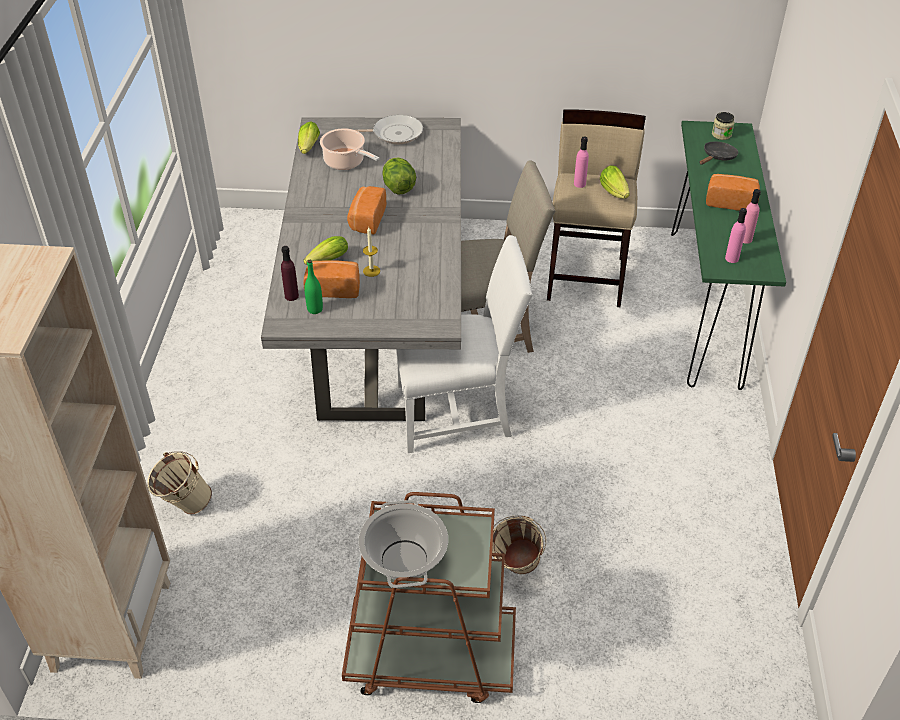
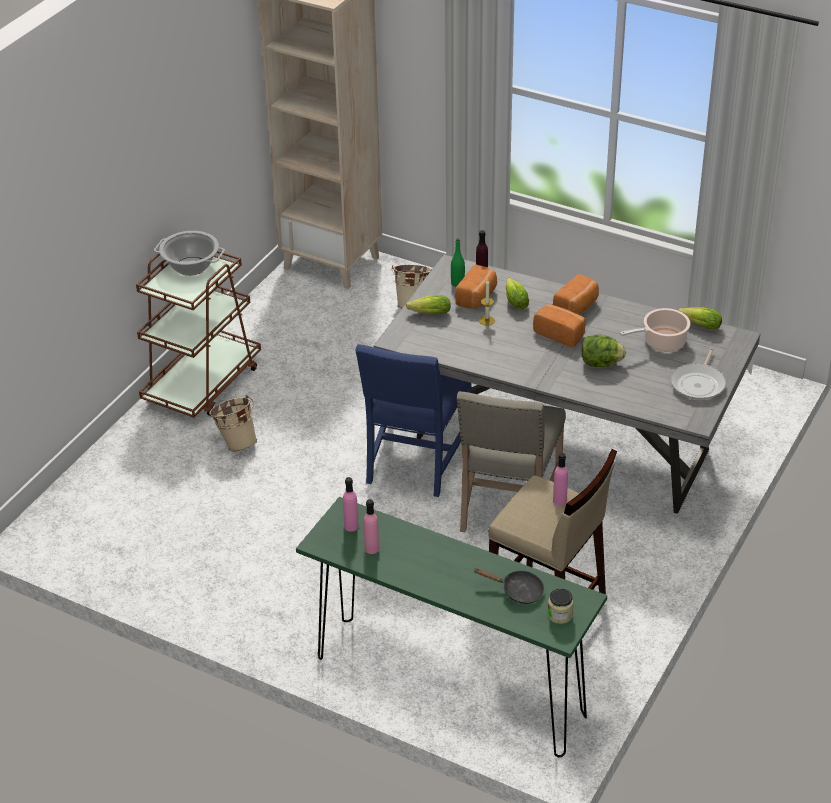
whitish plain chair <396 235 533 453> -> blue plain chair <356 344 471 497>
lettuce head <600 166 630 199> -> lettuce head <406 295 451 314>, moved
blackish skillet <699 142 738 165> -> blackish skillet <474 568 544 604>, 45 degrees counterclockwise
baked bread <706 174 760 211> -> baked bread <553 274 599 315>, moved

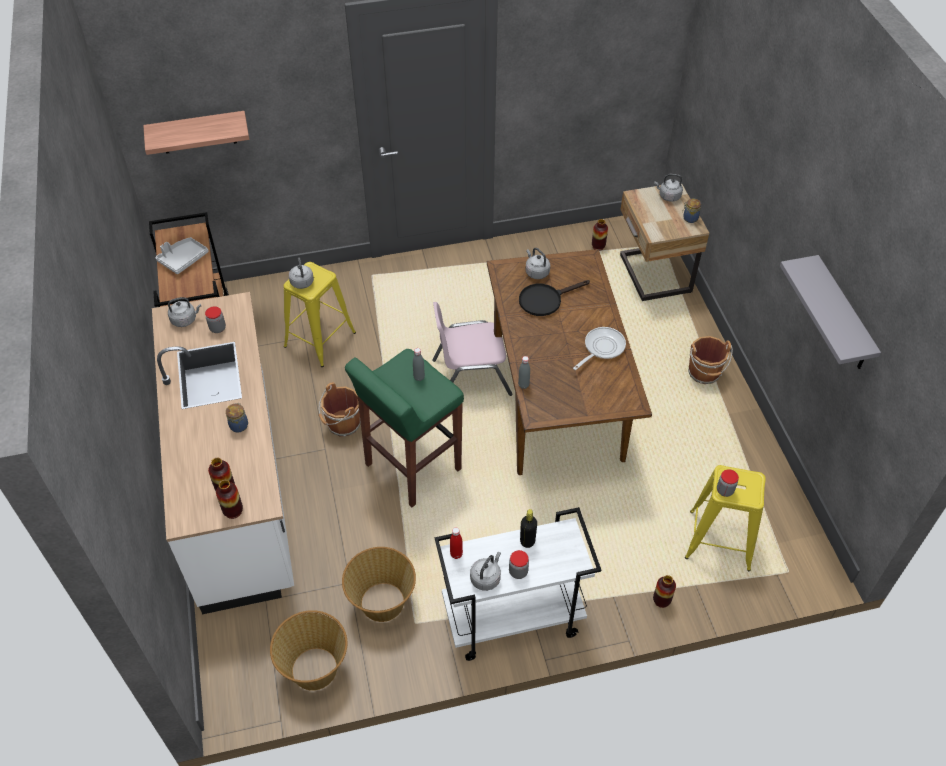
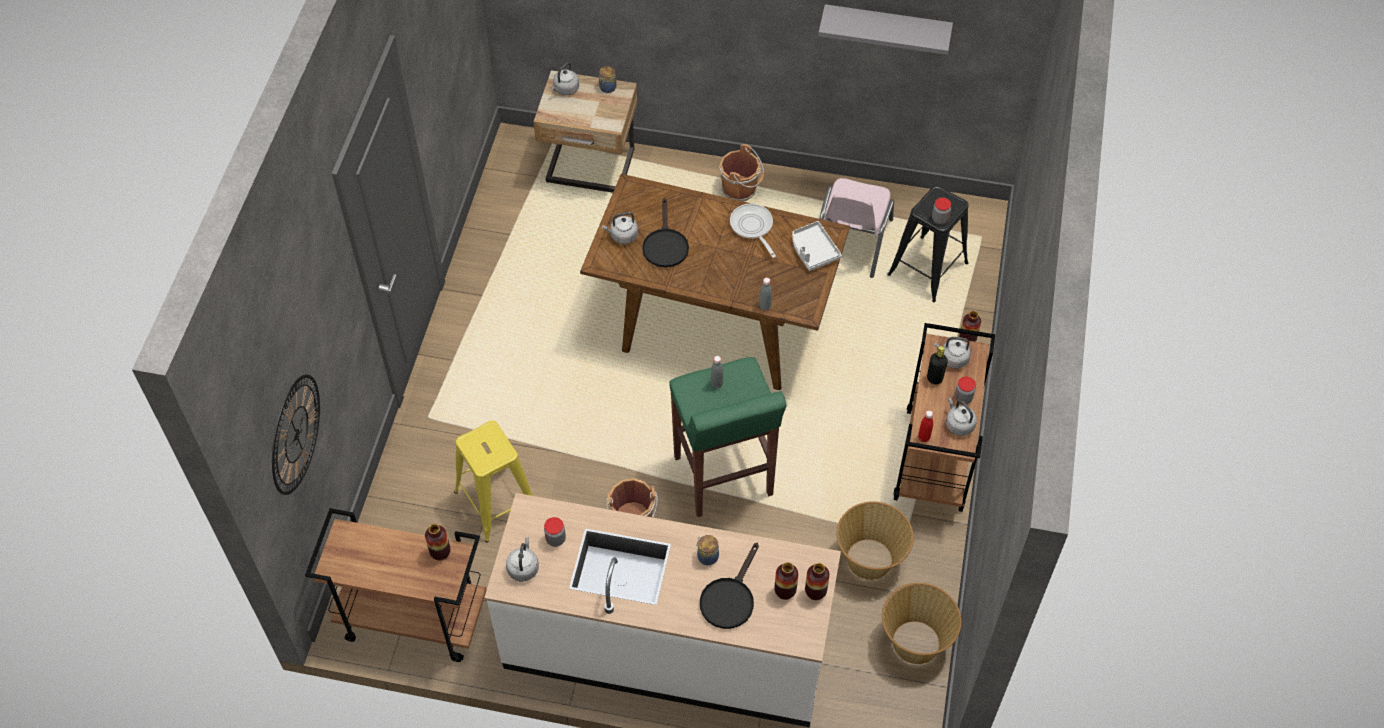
wall shelf <143 111 249 155> -> clock on the wall <272 374 320 495>
gray tray <156 237 209 274> -> gray tray <792 221 842 271>, moved
gray water kettle <289 257 314 289> -> gray water kettle <934 337 971 369>, moved
pink plain chair <432 302 512 396> -> pink plain chair <820 178 894 278>, moved
whitish trolley <435 507 601 661> -> brownish trolley <894 323 995 512>
vase <592 219 608 251> -> vase <425 524 451 561>, moved
yellow-coloured sitting stool <685 465 766 571> -> blackish sitting stool <887 185 968 302>
none -> blackish skillet <700 543 759 629>

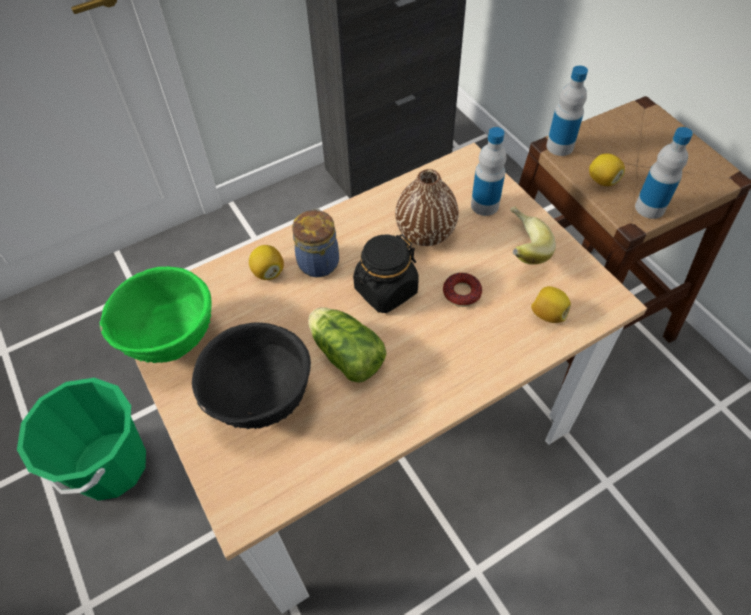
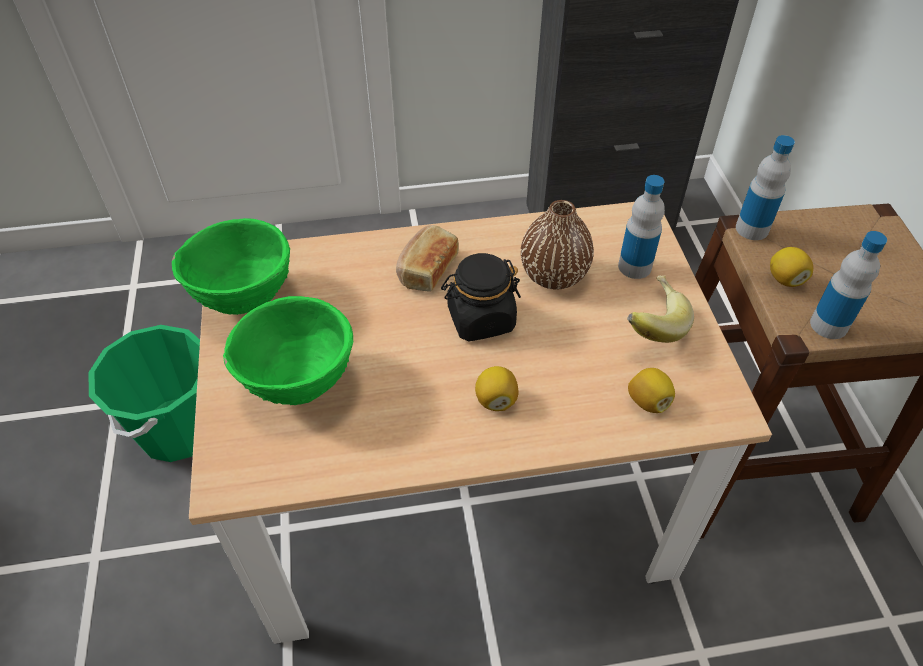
blackish bowl <192 322 311 429> -> green-coloured bowl <223 296 353 405>
lemon <249 245 284 280> -> lemon <475 366 519 411>, moved
jar <292 208 339 277> -> baked bread <396 225 459 292>
lettuce head <308 307 386 383> -> none
ring doughnut <443 273 482 307> -> none

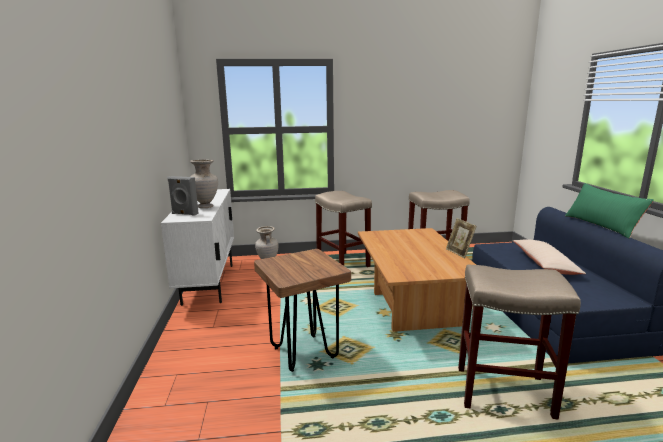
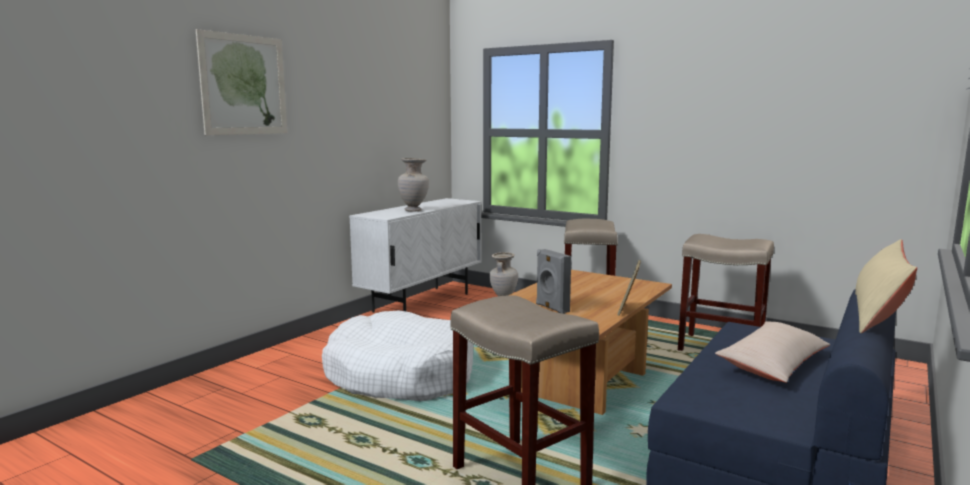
gray speaker <167 176 199 216> -> gray speaker <536 249 571 314>, moved
brownish sitting stool <254 249 351 372> -> whitish dog cushion <322 311 474 401>
green-coloured cushion <565 183 654 239> -> beige cushion <855 239 917 333>
none -> wall picture <196 29 287 136>

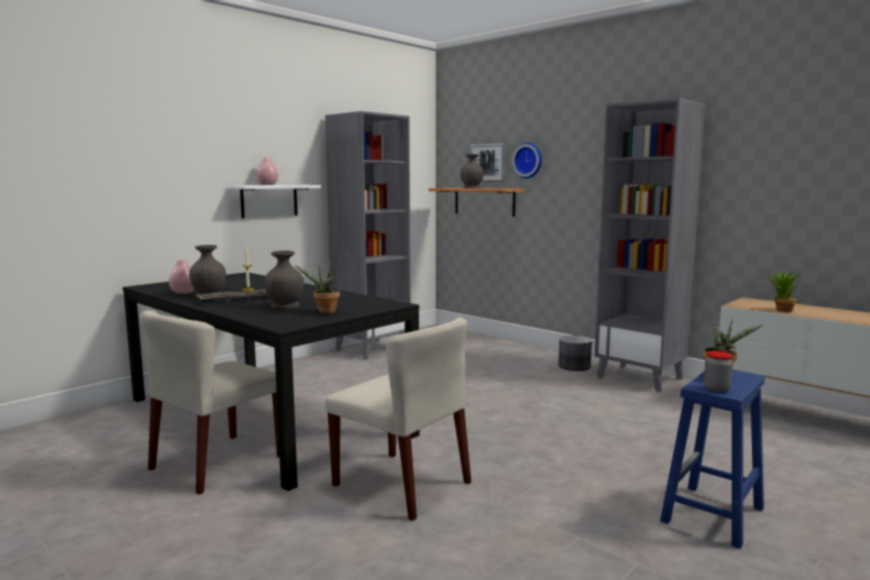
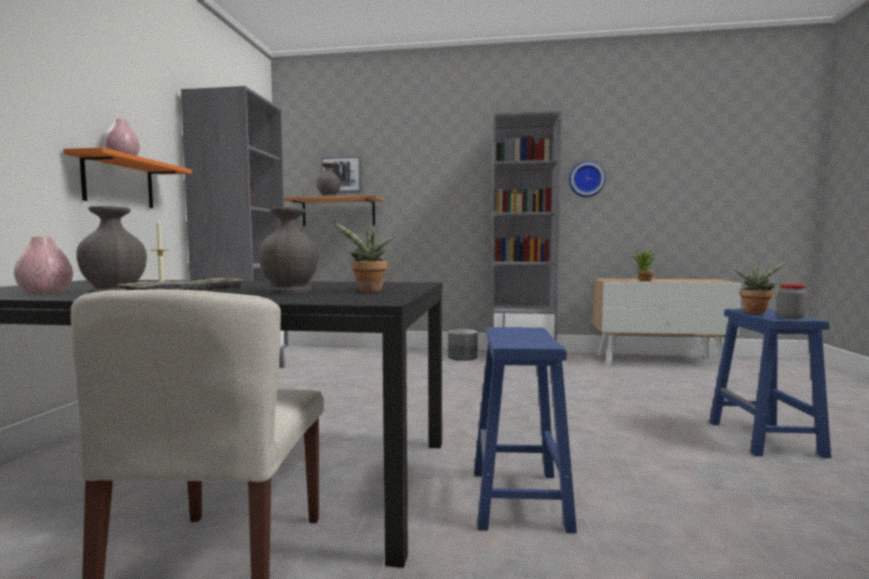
whitish wall shelf <229 185 321 218> -> orangey wall shelf <63 147 192 208>
beige plain chair <325 317 471 521> -> blue sitting stool <474 327 577 533>
clock on the wall <512 143 542 179> -> clock on the wall <569 161 605 197>, moved

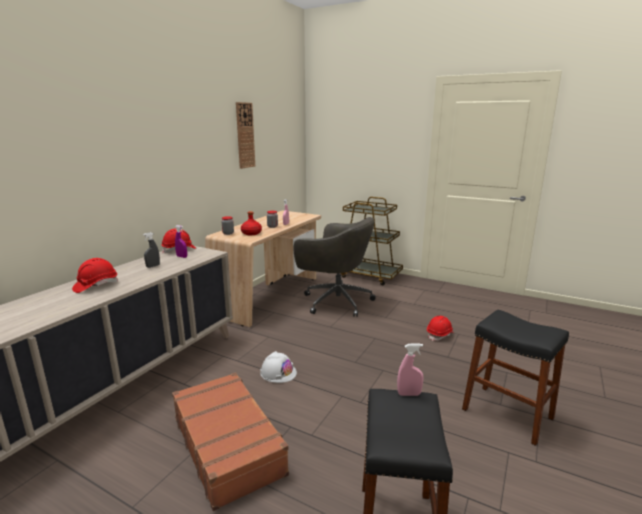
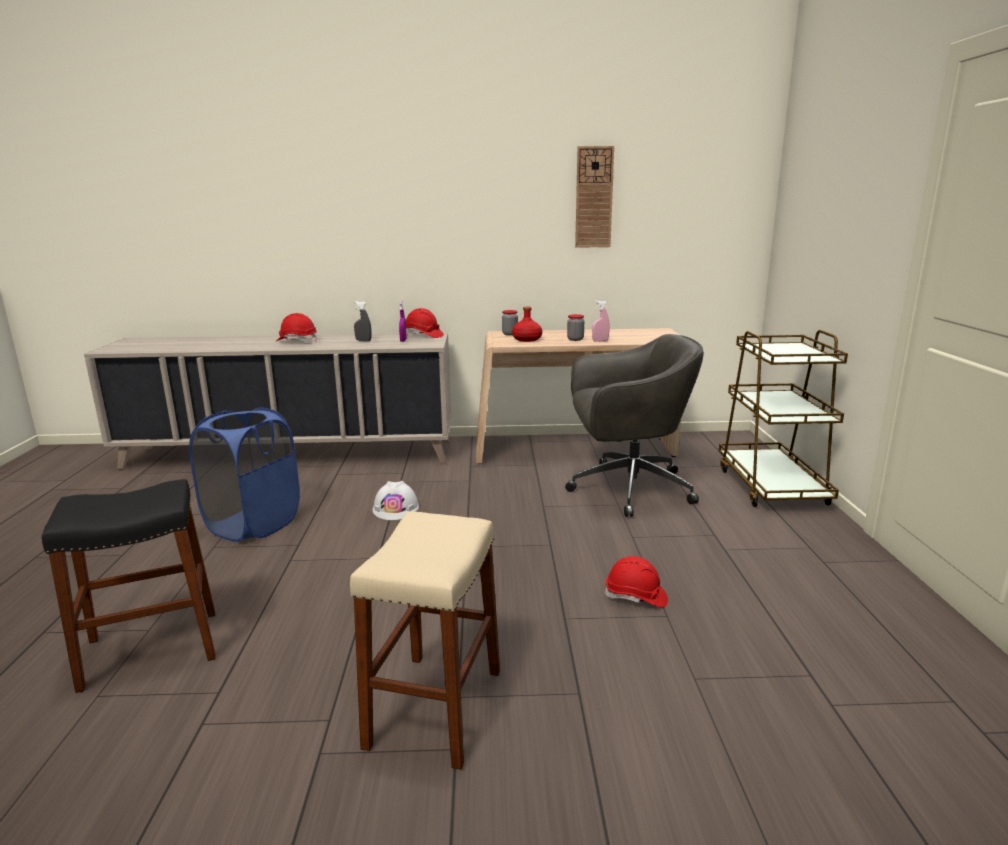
brownish suitcase <172 372 289 511> -> blue washing basket <189 408 300 542>
gray desk chair <294 217 376 317> -> gray desk chair <565 334 704 517>, 90 degrees counterclockwise
pink hand sprayer <397 343 423 396> -> none
blackish sitting stool <462 310 569 446> -> beige sitting stool <350 512 500 770>

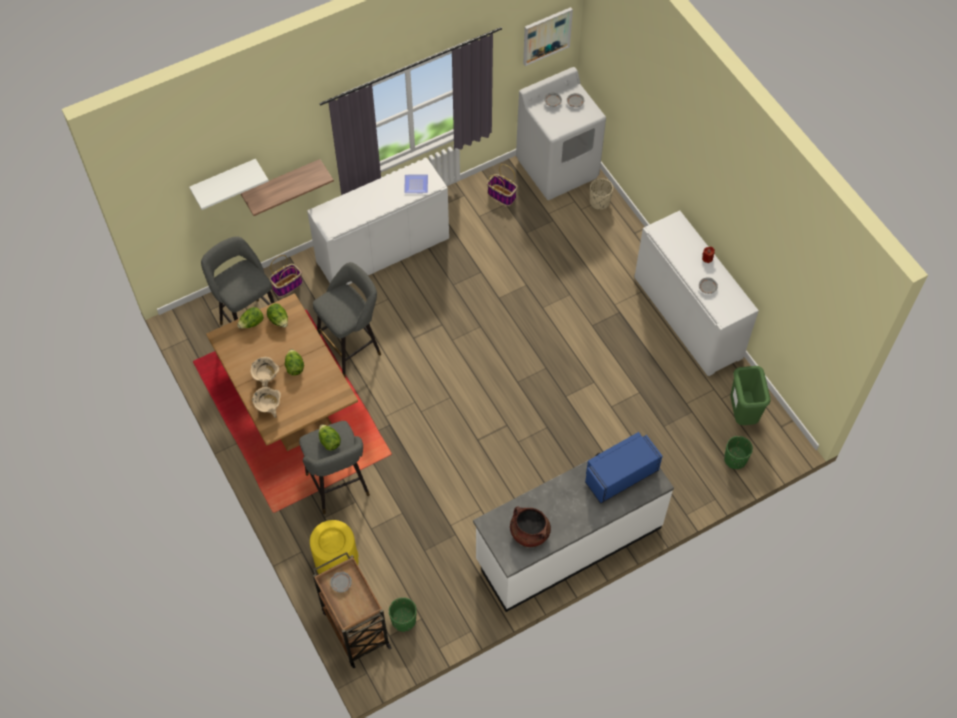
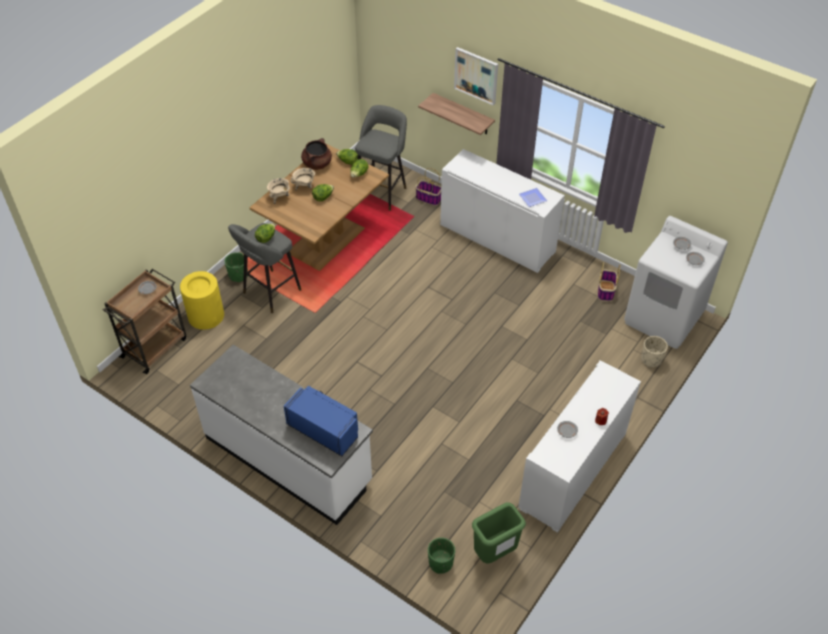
whitish wall shelf <189 159 269 210> -> none
gray sitting stool <313 262 381 377> -> none
green-coloured flower pot <389 597 417 632> -> green-coloured flower pot <224 252 248 283>, moved
brownish cooking pot <510 506 551 547> -> brownish cooking pot <301 138 332 170>, moved
wall picture <523 7 573 66> -> wall picture <454 47 498 106>, moved

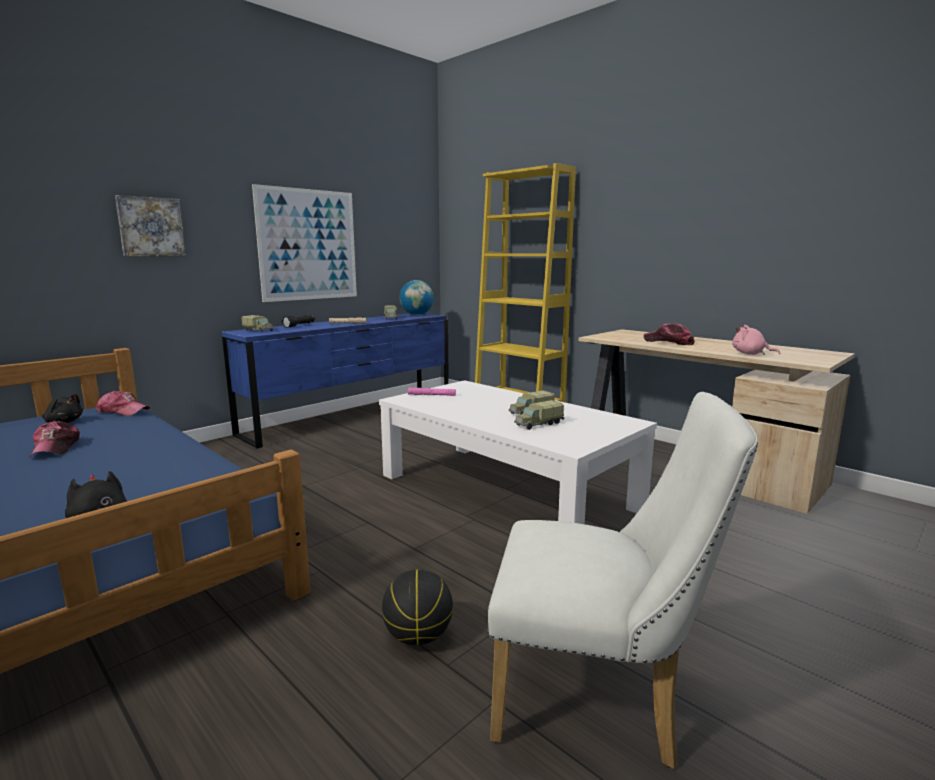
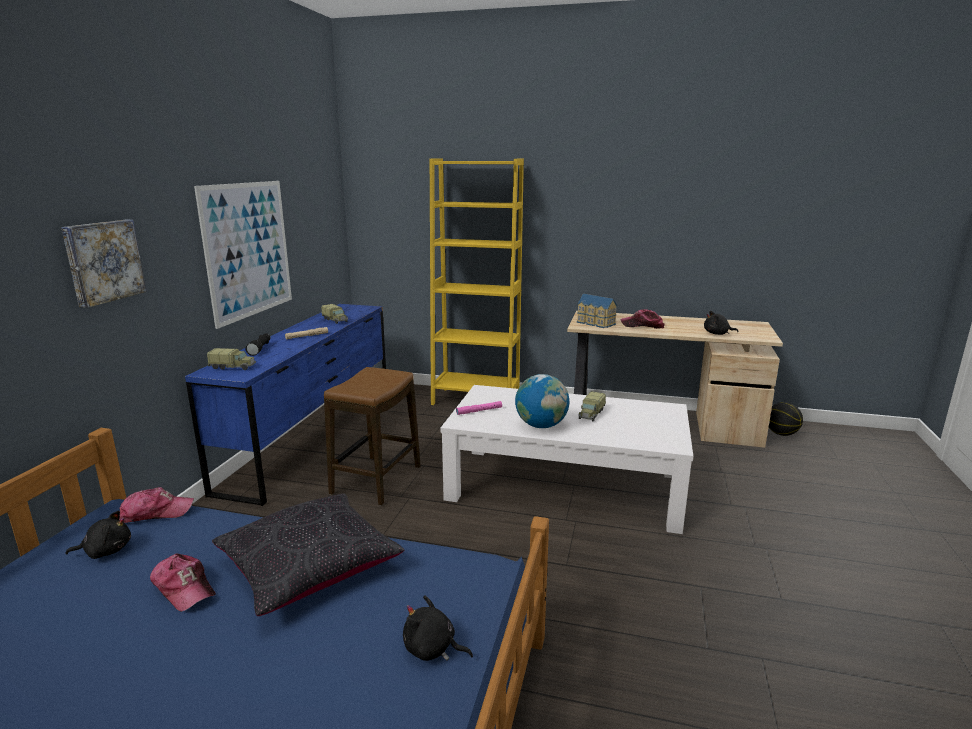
basketball <382 569 453 645> -> basketball <769 402 803 436>, moved
world globe <399 280 434 315> -> world globe <515 374 570 428>, moved
whitish plain chair <488 392 758 769> -> none
toy truck <514 400 564 430> -> none
pink cuddly toy <732 325 780 355> -> blackish cuddly toy <704 311 738 335>
none -> blackish cushion <212 493 405 616>
none -> sitting stool <324 367 421 505>
none -> model house <577 294 617 328>

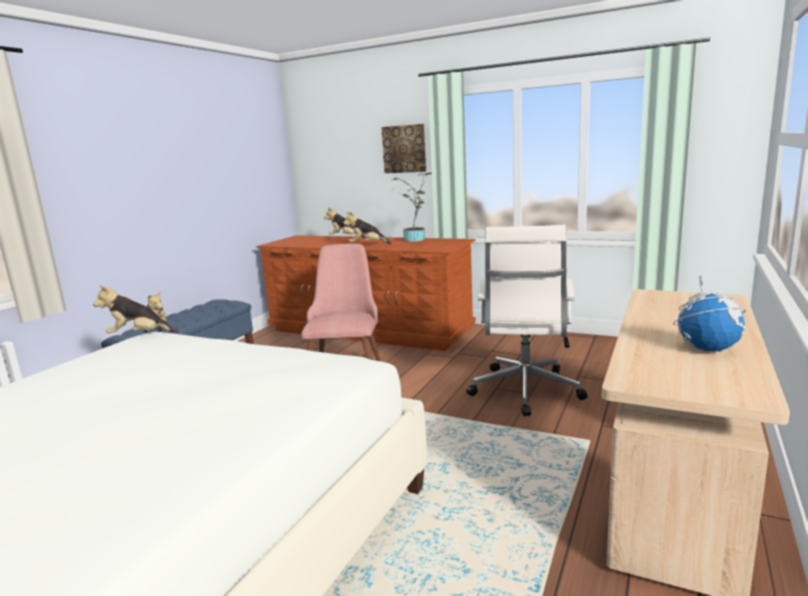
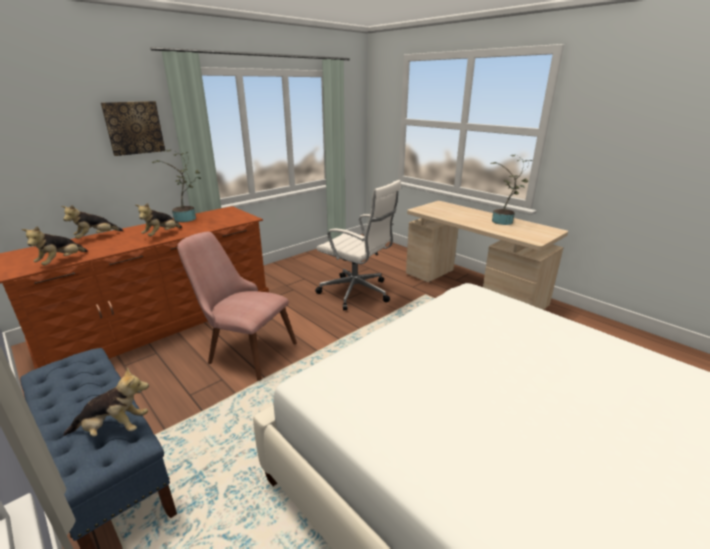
cuddly toy <93 285 179 333> -> cuddly toy <21 226 88 265>, moved
world globe <673 275 746 352> -> plant in a pot <490 154 533 225>

